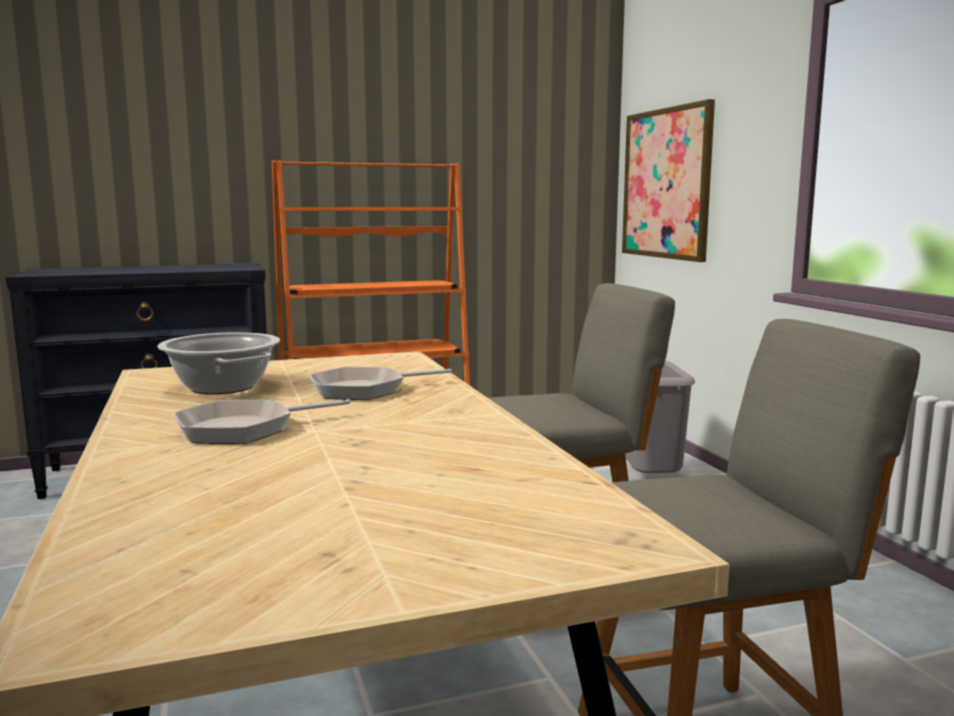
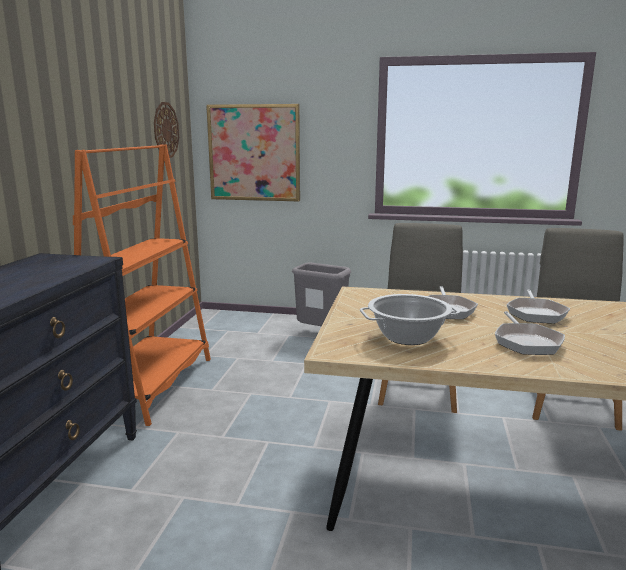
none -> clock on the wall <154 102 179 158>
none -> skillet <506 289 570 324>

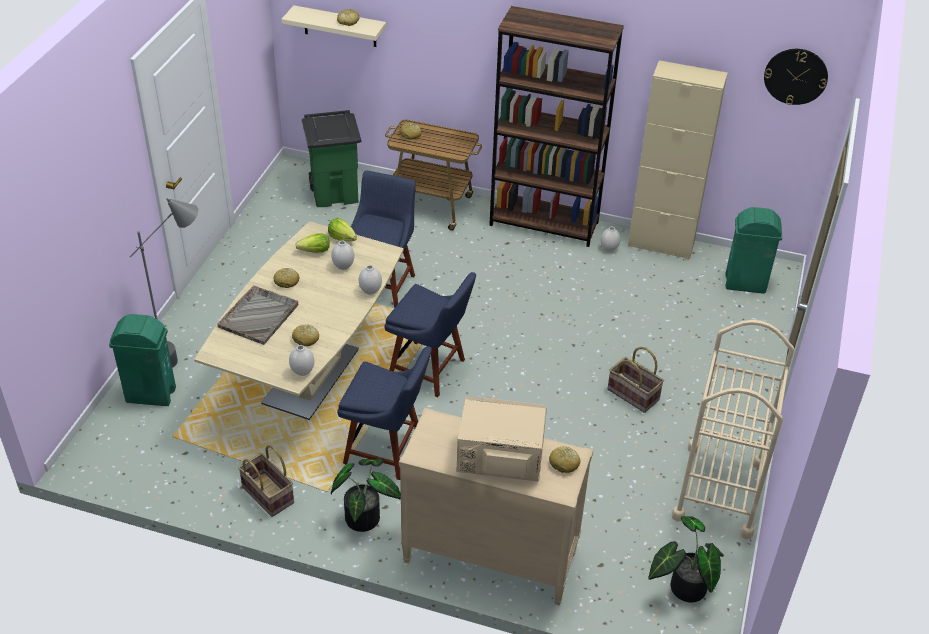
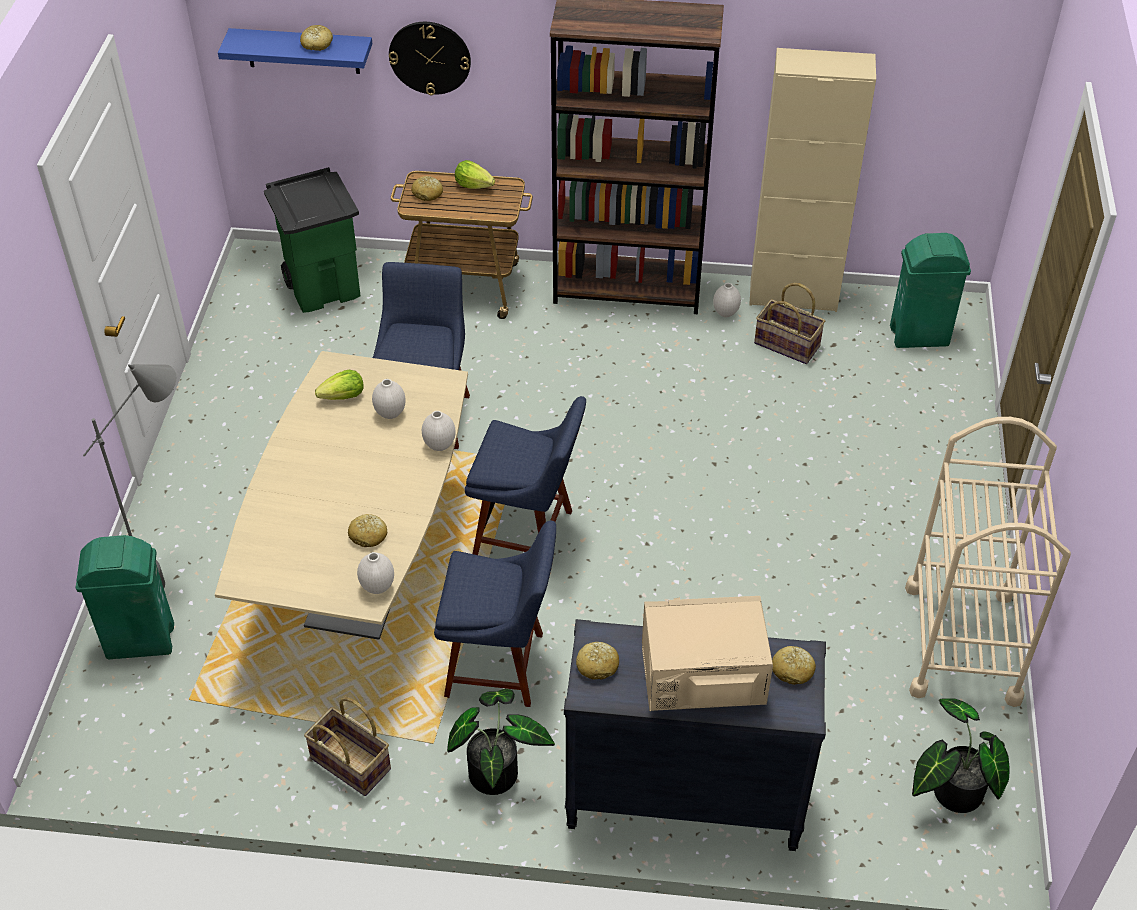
gray tray <217 286 298 345> -> none
baked bread <274 268 299 288> -> baked bread <576 642 619 680>, moved
beige wall shelf <282 5 386 47> -> blue wall shelf <218 28 372 74>
lettuce head <328 218 357 241> -> lettuce head <455 160 495 189>, moved
beige drawer chest <399 408 593 605> -> blackish drawer chest <564 619 826 851>
storage basket <607 347 664 413> -> storage basket <754 283 825 364>, moved
clock on the wall <764 49 828 105> -> clock on the wall <389 22 471 96>, moved

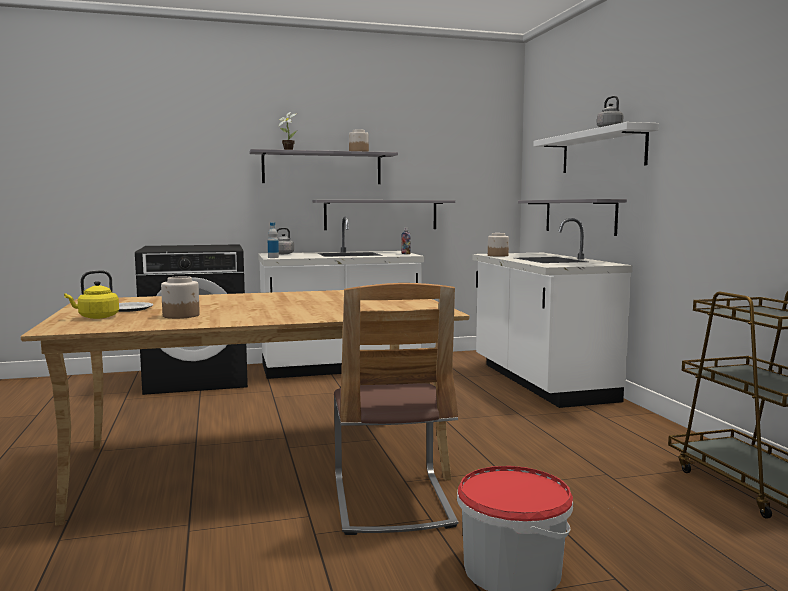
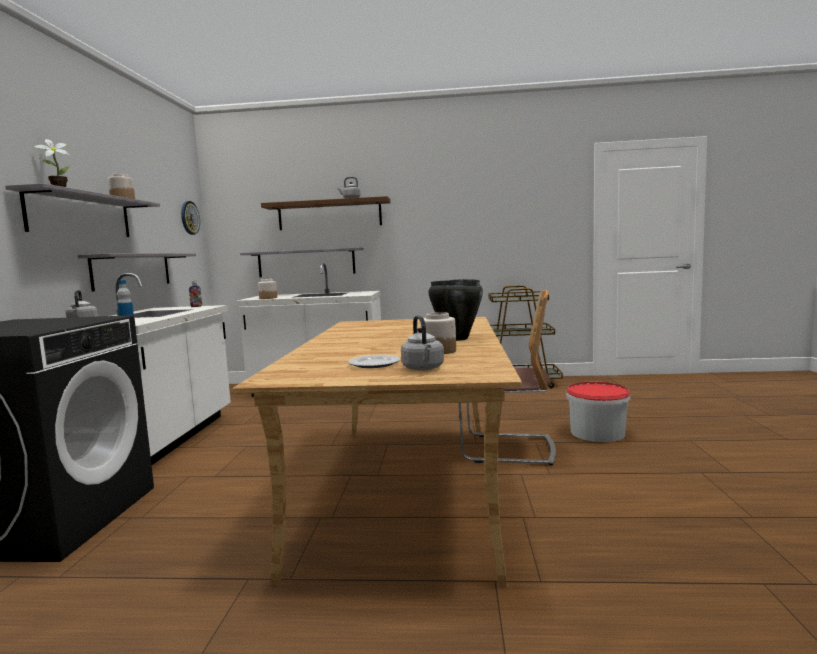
yellow-coloured water kettle <64 270 119 319> -> gray water kettle <401 315 444 371>
whitish wall shelf <533 122 659 173> -> brownish wall shelf <261 196 390 230>
none -> clock on the wall <181 201 200 235>
none -> blackish cooking pot <428 279 483 341>

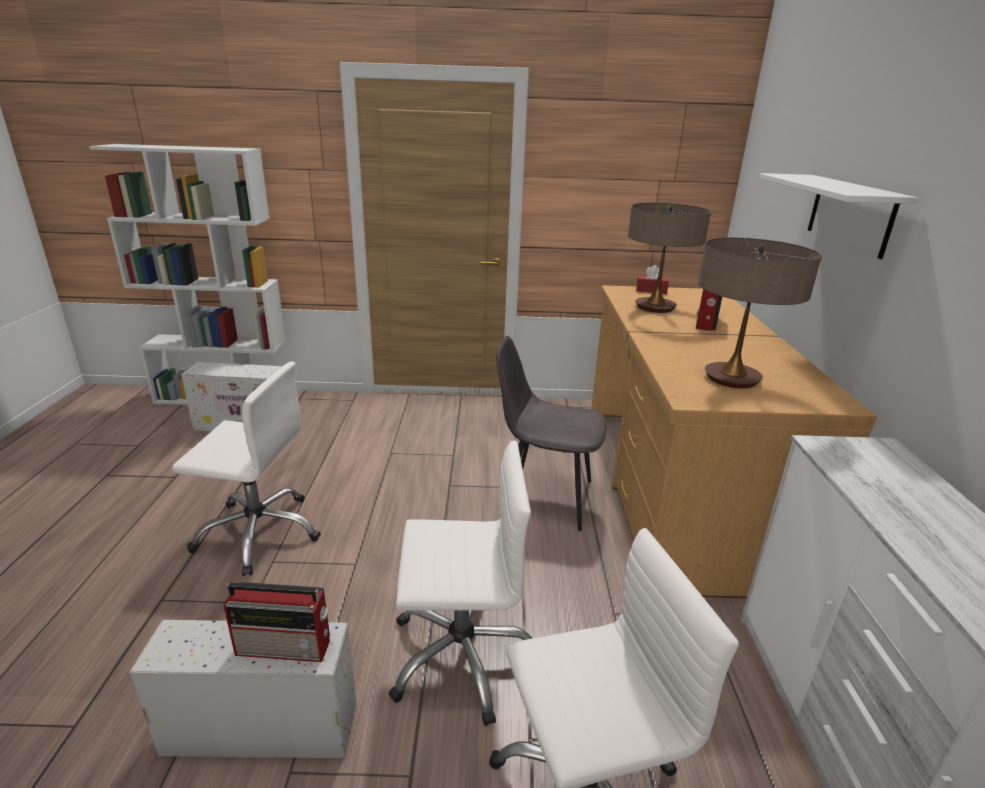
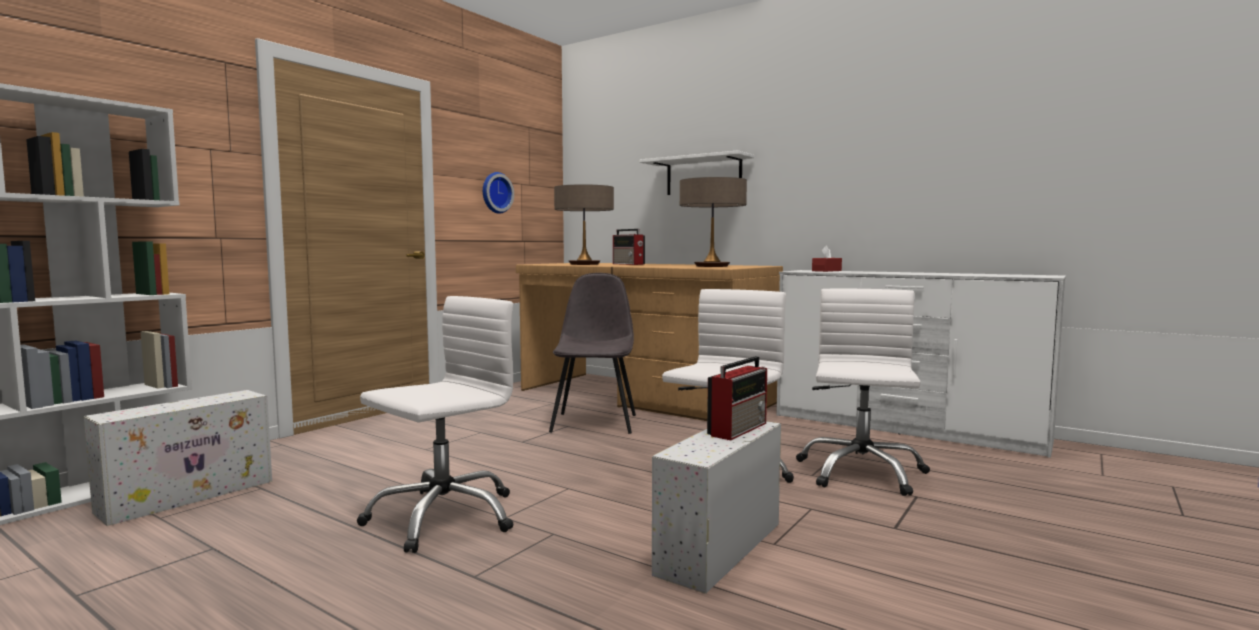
gray plain chair <496 336 607 531> -> gray plain chair <549 273 636 434>, 135 degrees clockwise
reddish tissue holder <636 265 669 294> -> reddish tissue holder <812 245 842 272>, moved
none -> clock on the wall <483 172 514 214>

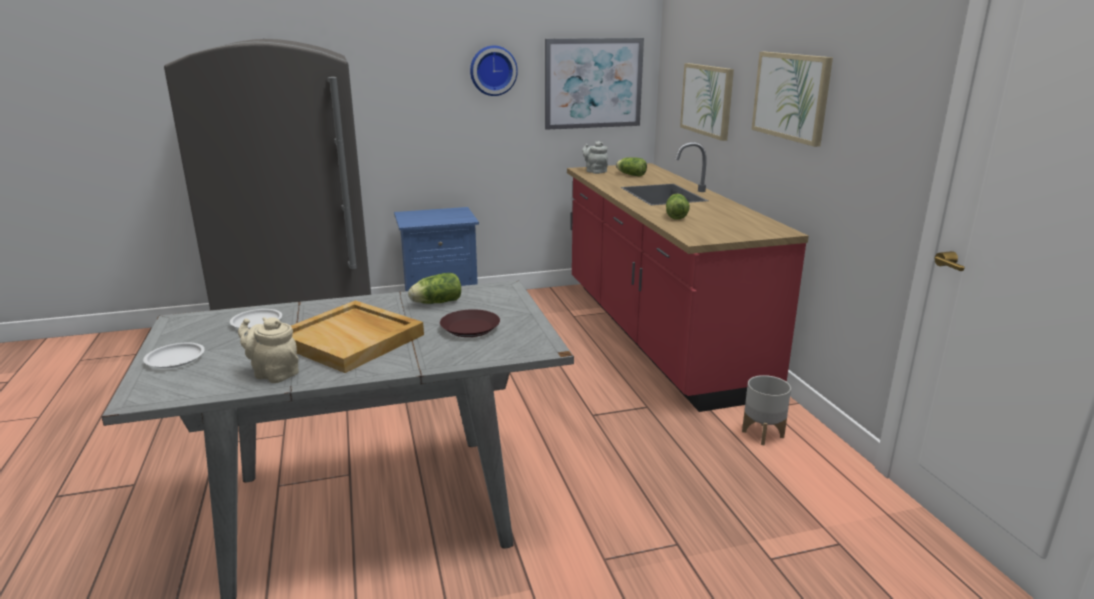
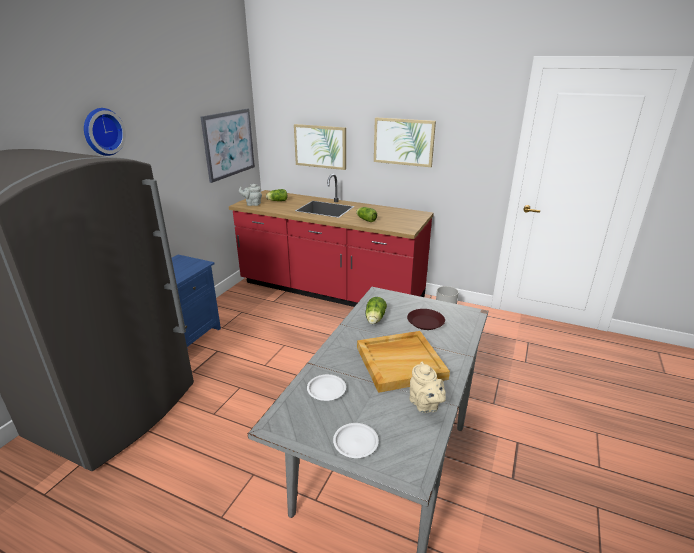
beige teapot <238 317 299 383> -> beige teapot <410 362 446 413>, 90 degrees counterclockwise
clock on the wall <470 46 518 96> -> clock on the wall <84 108 126 156>, moved

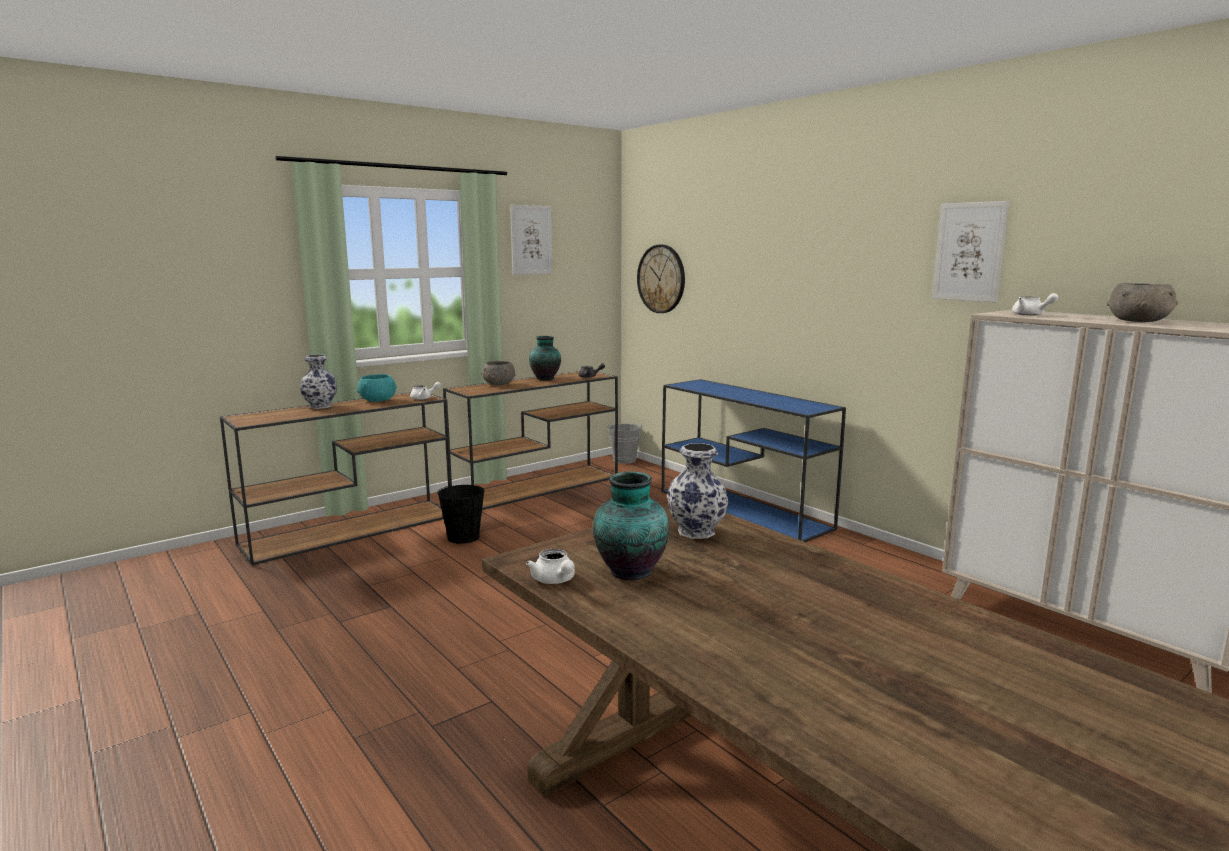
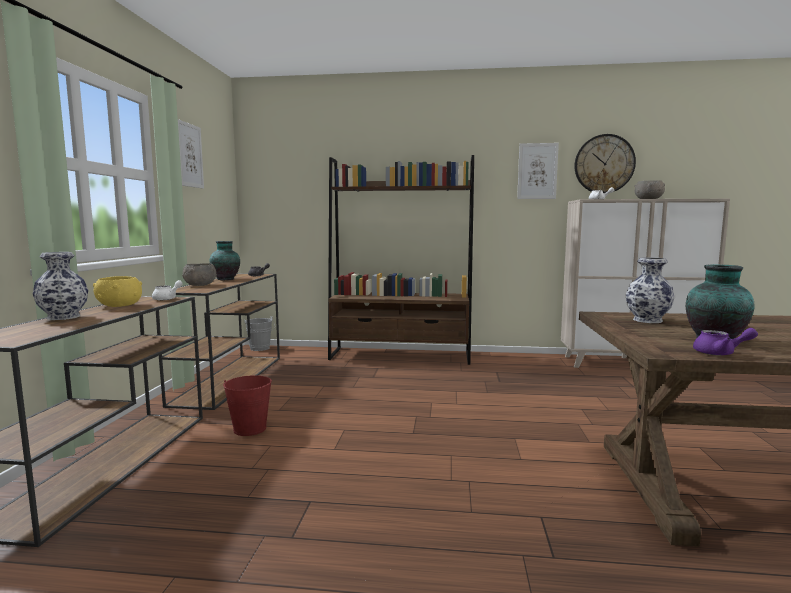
turquoise-coloured bowl <357 374 397 402> -> yellow-coloured bowl <93 276 142 307>
blackish water bucket <437 484 484 544> -> reddish water bucket <223 375 272 436>
whitish teapot <526 549 575 584> -> purple teapot <693 328 758 356>
clock on the wall <637 245 685 313> -> clock on the wall <574 134 636 193>, moved
blue hall table <662 379 846 542> -> brownish bookcase <328 155 474 365>

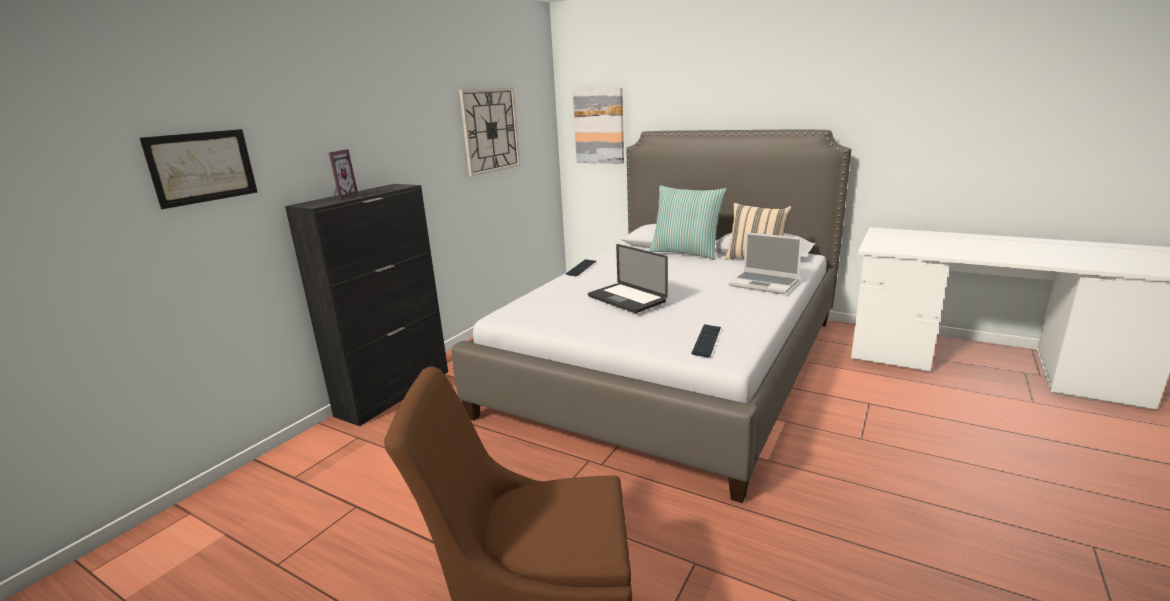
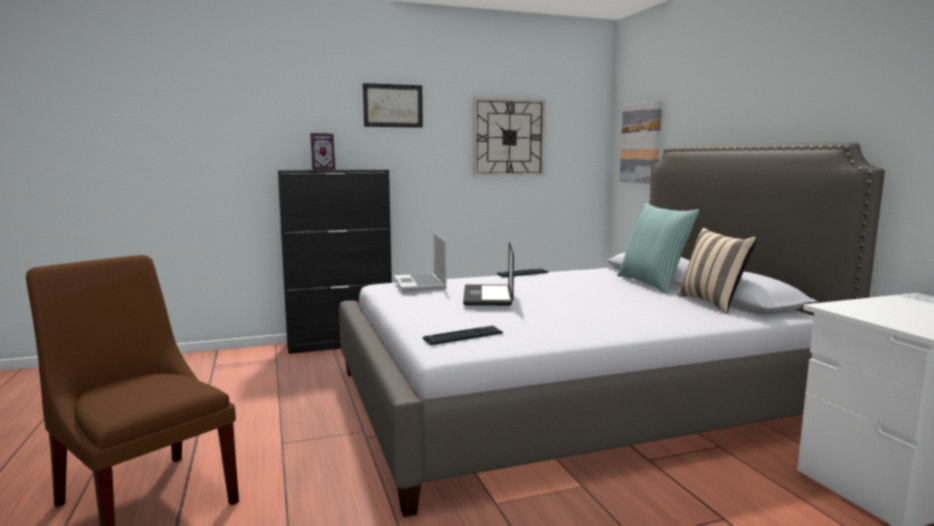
wall picture <140 129 257 209> -> wall picture <363 83 423 128>, moved
portable computer <729 232 802 294> -> portable computer <394 233 447 291>, moved

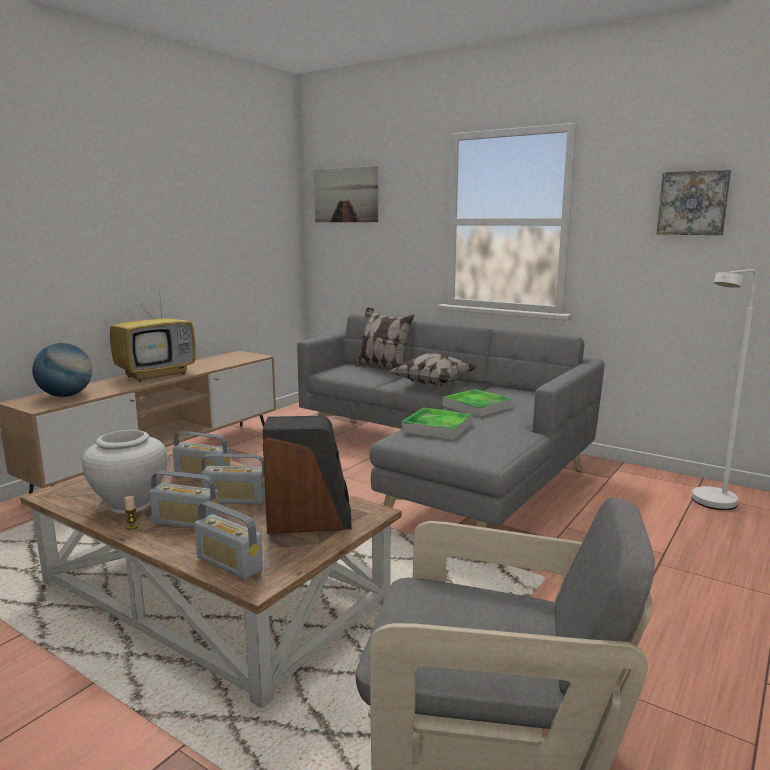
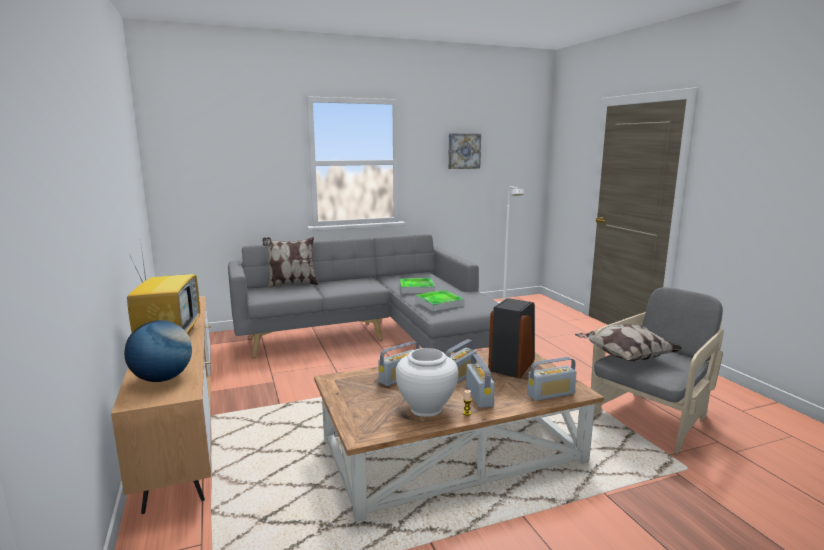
radio receiver <150 471 219 529> -> radio receiver <466 354 495 408>, 60 degrees counterclockwise
wall picture <314 166 378 222> -> none
cushion <388 352 476 386> -> cushion <575 324 683 361>, moved

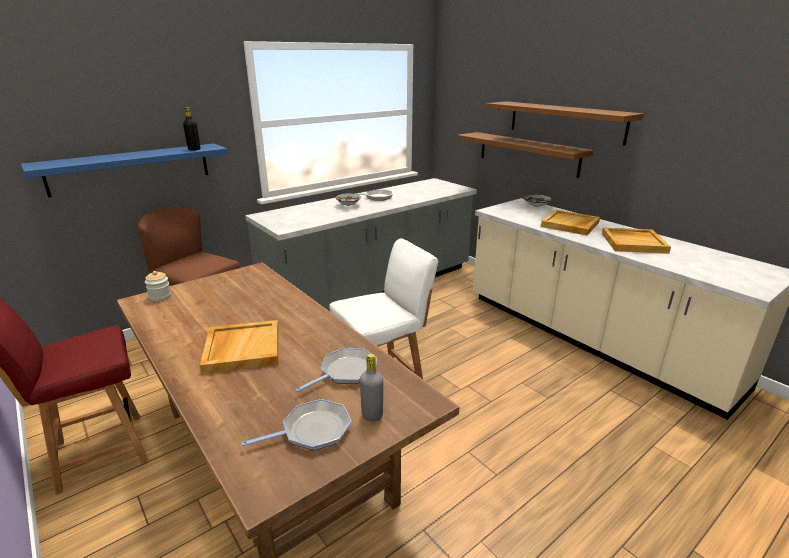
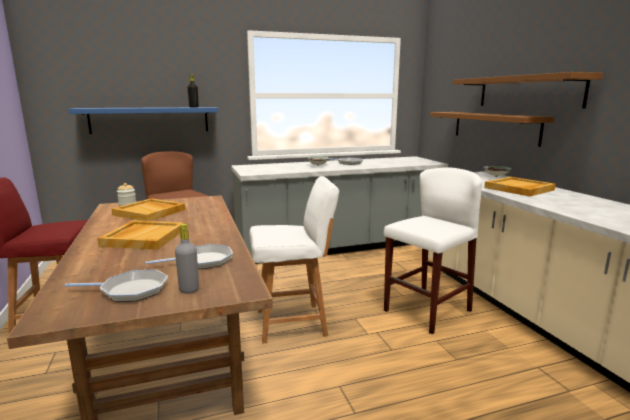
beige tray <602 228 671 254> -> beige tray <112 198 185 221>, moved
none -> whitish sitting stool <384 167 482 334>

